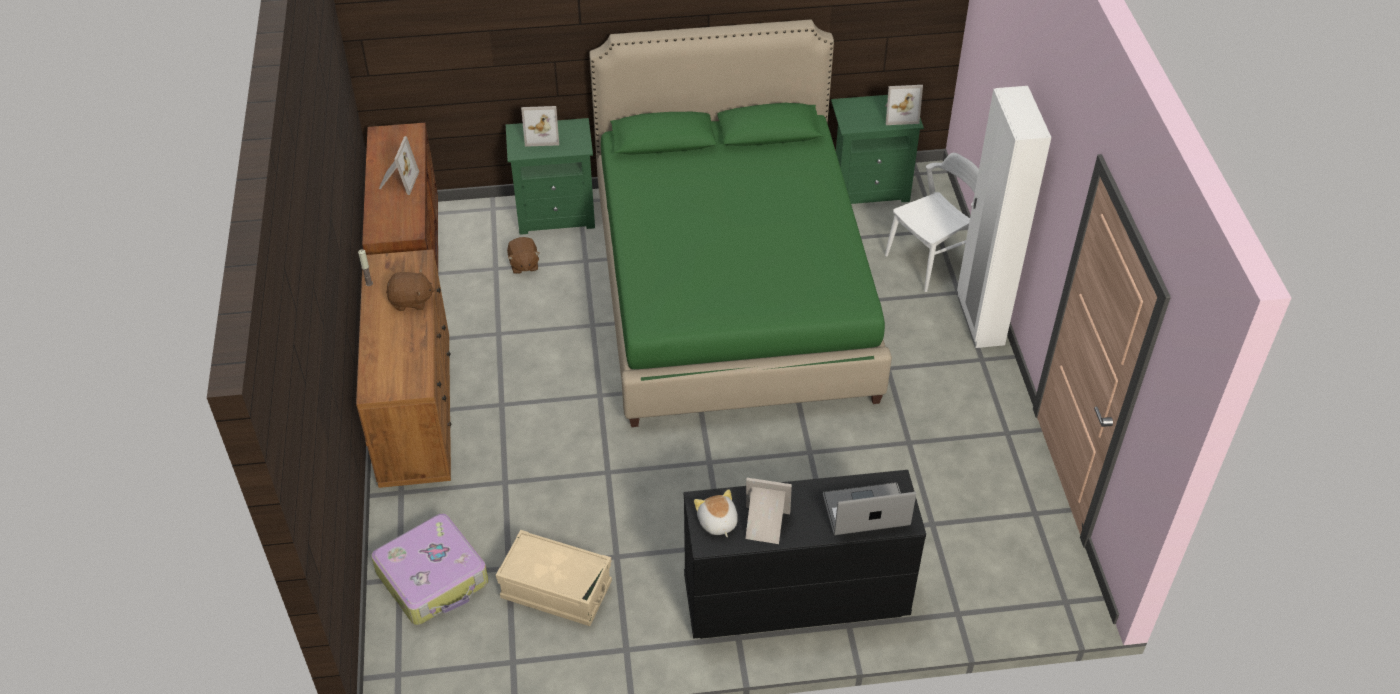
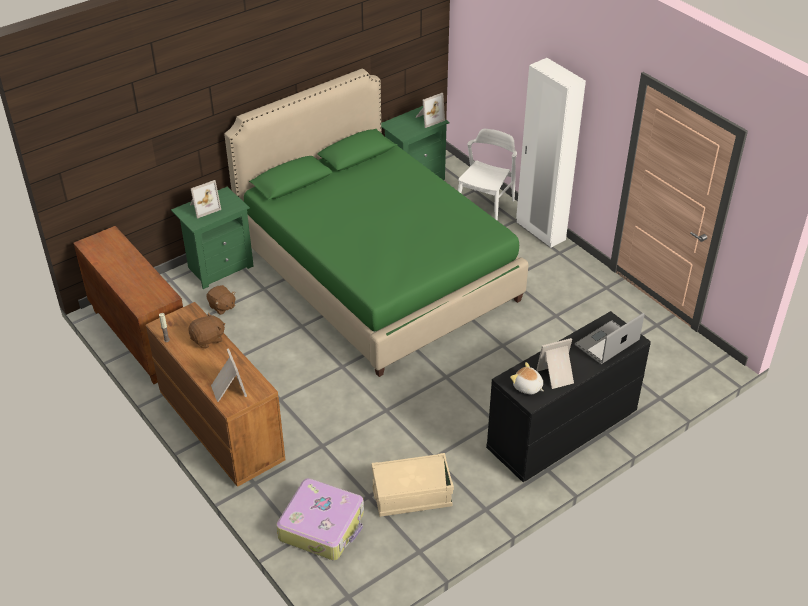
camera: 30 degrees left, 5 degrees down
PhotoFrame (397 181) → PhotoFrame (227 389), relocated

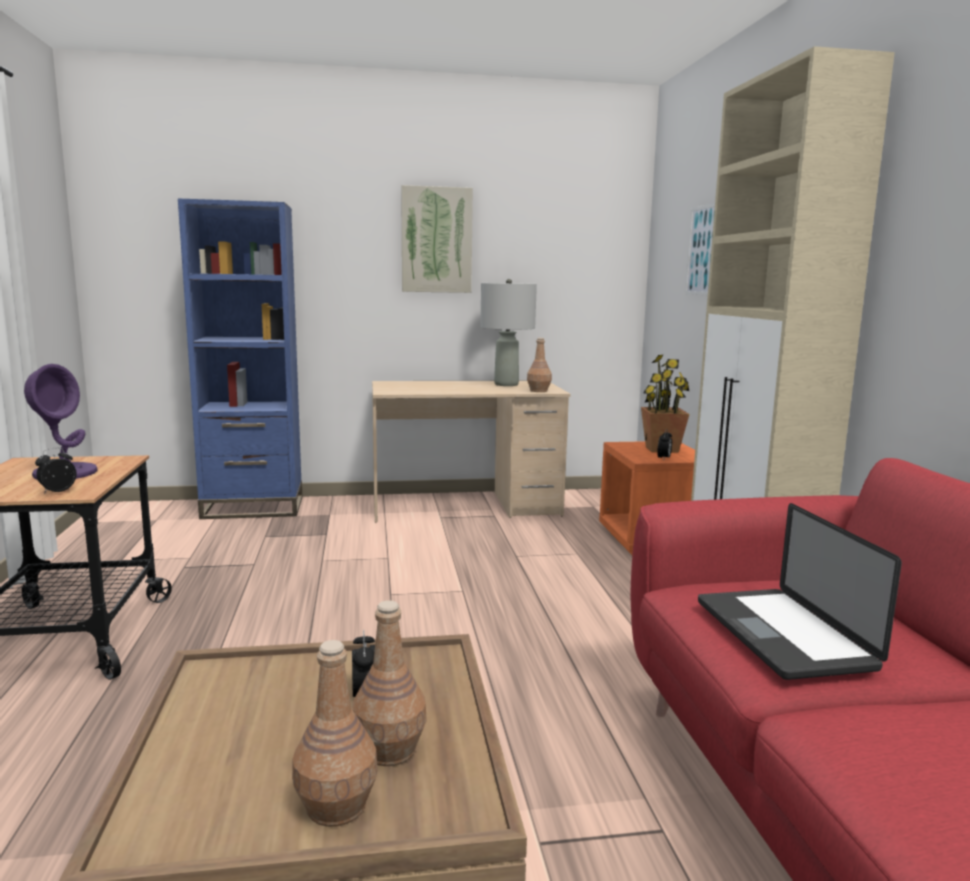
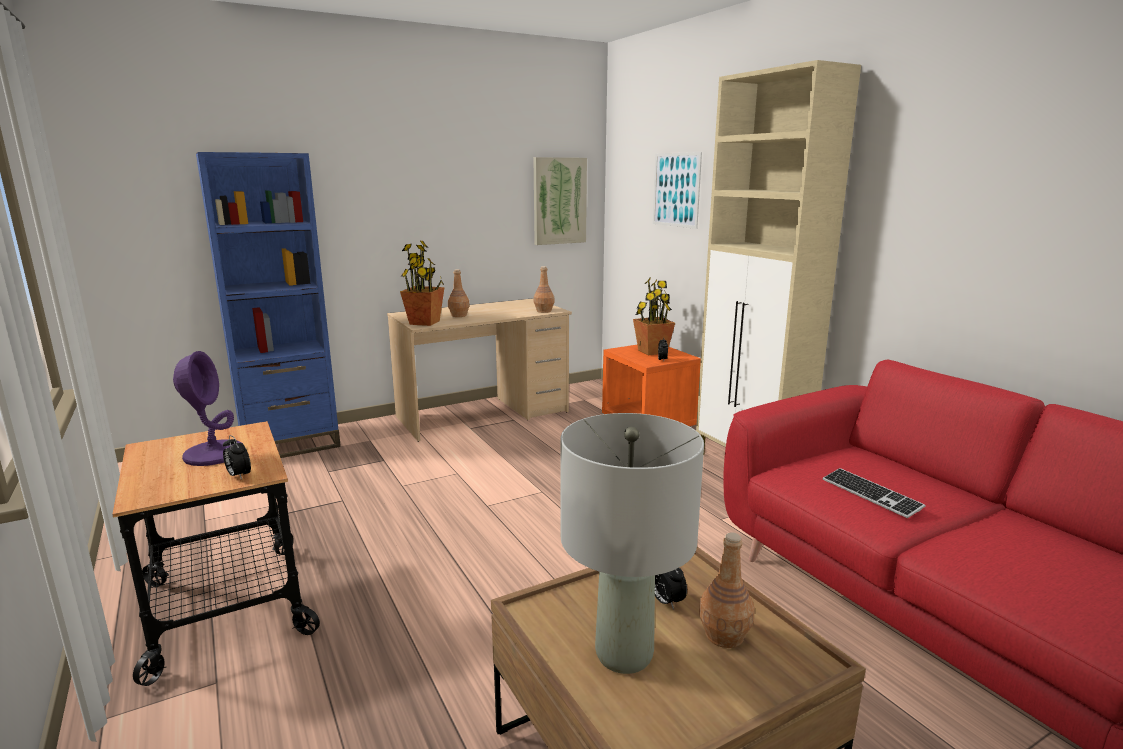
camera: 20 degrees left, 5 degrees up
TableClock (57 491) → TableClock (238 476), 60 degrees counterclockwise
BrownBottle (335 807) → BrownBottle (459 315), relocated
WallPicture (436 240) → WallPicture (559 201), relocated
GrayTabletopLamp (506 384) → GrayTabletopLamp (624 653), relocated
Laptop (782 634) → Keyboard (870 494)
- → Houseplant (425 322)

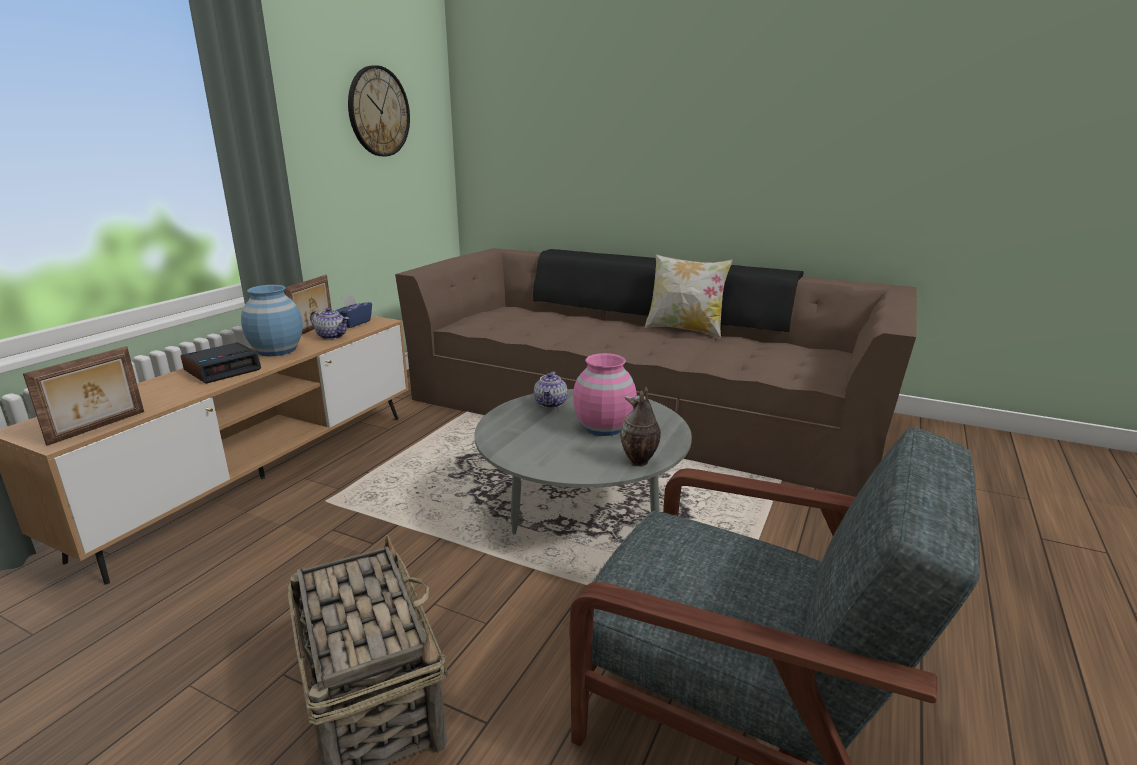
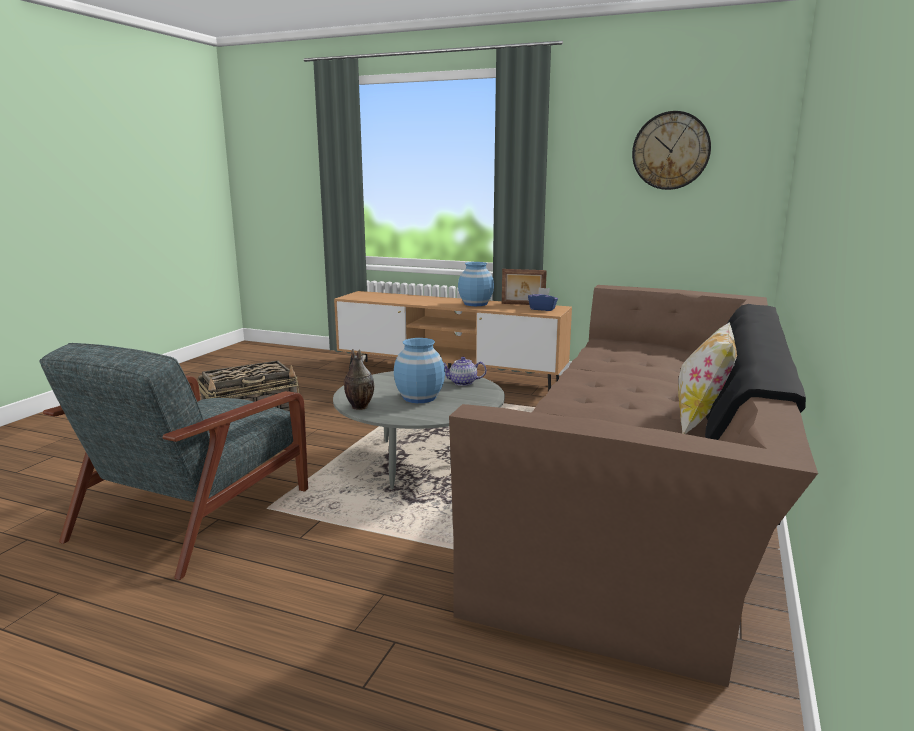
camera: 85 degrees right, 5 degrees down
PhotoFrame (98 428) → -
TableClock (223 370) → -
PotForTea (332 336) → -
PinkFlowerVase (603 427) → BluishFlowerVase (420 397)

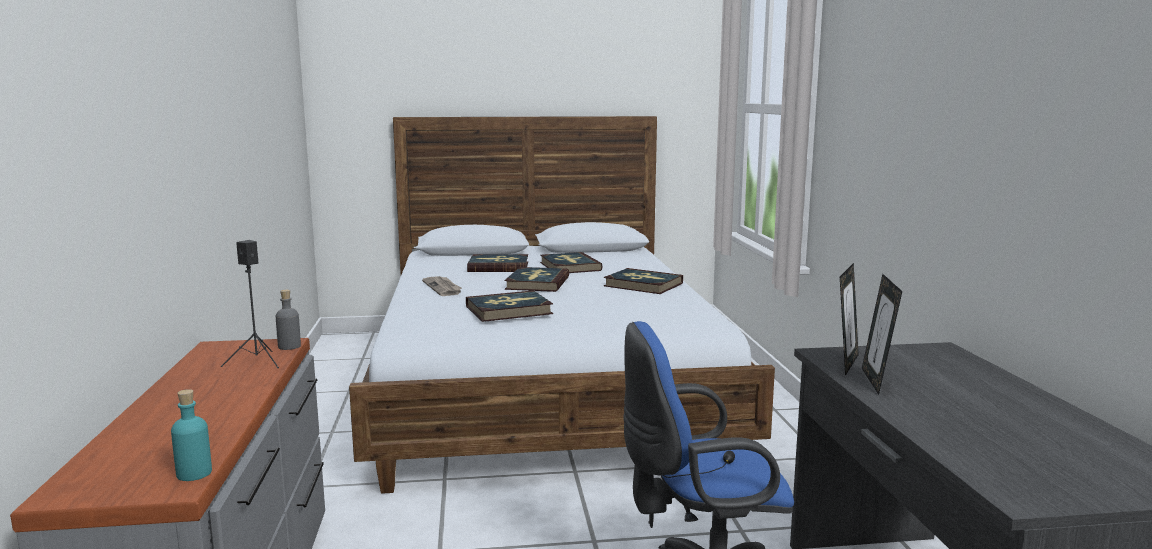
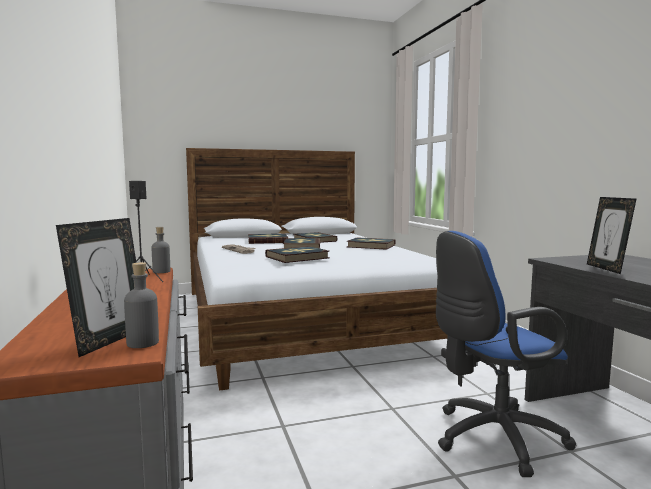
camera: 10 degrees left, 5 degrees down
BlueGreenBottle (194 473) → GrayBottle (143 343)
PhotoFrame (845 364) → PhotoFrame (109 340), relocated

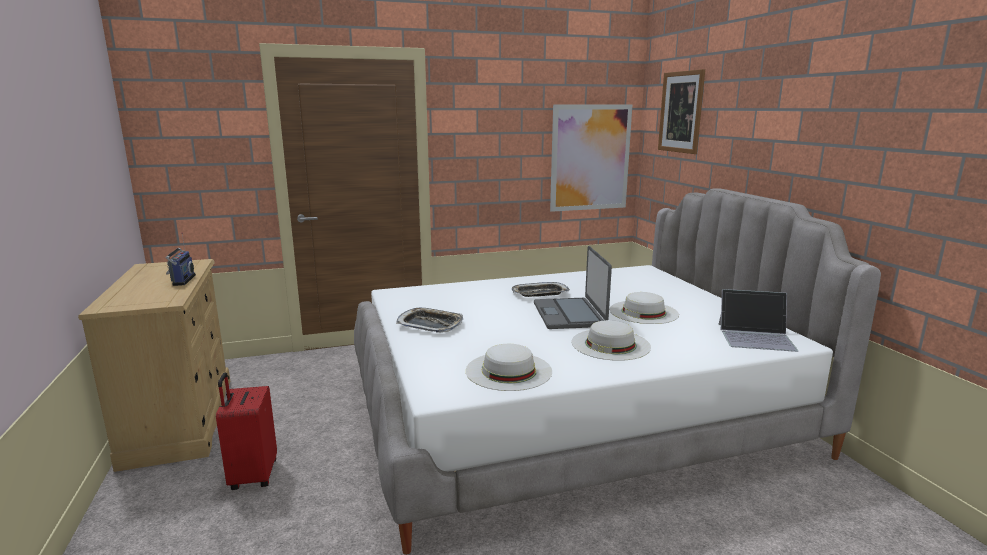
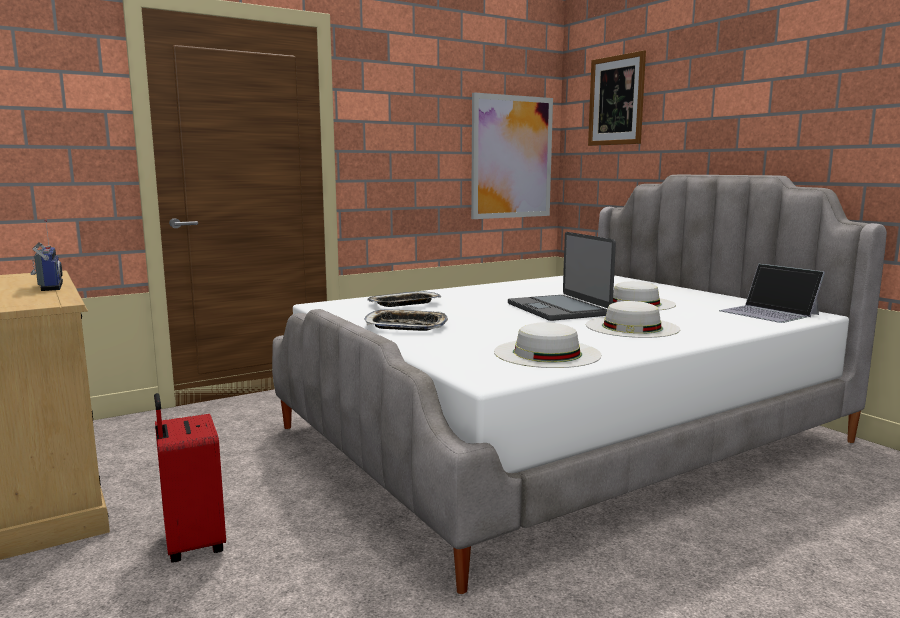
camera: 15 degrees left, 5 degrees down
ServingTray (539 294) → ServingTray (404 304), relocated
Laptop (756 337) → Laptop (769 313), 60 degrees clockwise

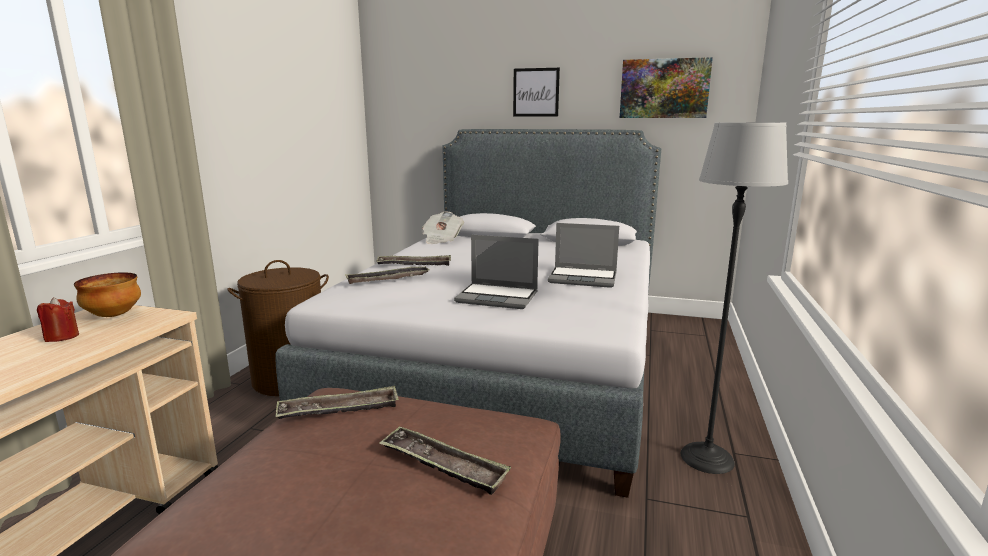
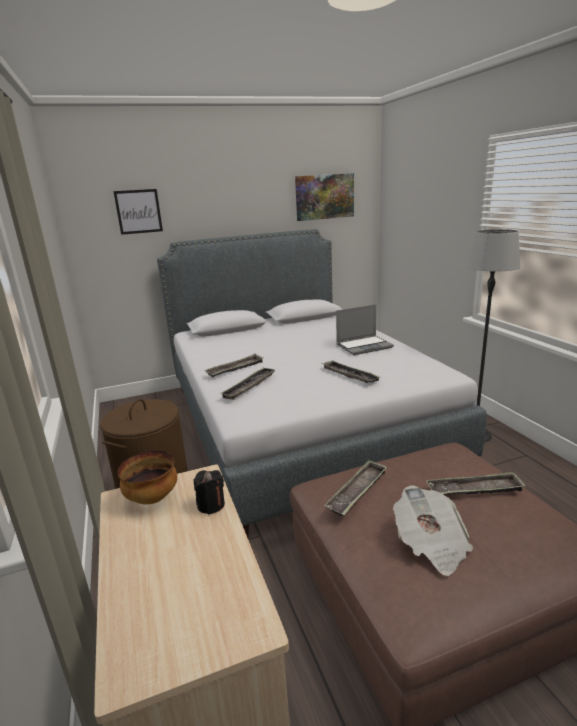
camera: 35 degrees left, 5 degrees up
RedColouredCandle (61 337) → -
DailyPaper (441 239) → DailyPaper (431 545), relocated
Laptop (498 297) → ServingTray (349 375)
WallPicture (536 92) → WallPicture (138 211), relocated
- → BlackishCandle (211 505)

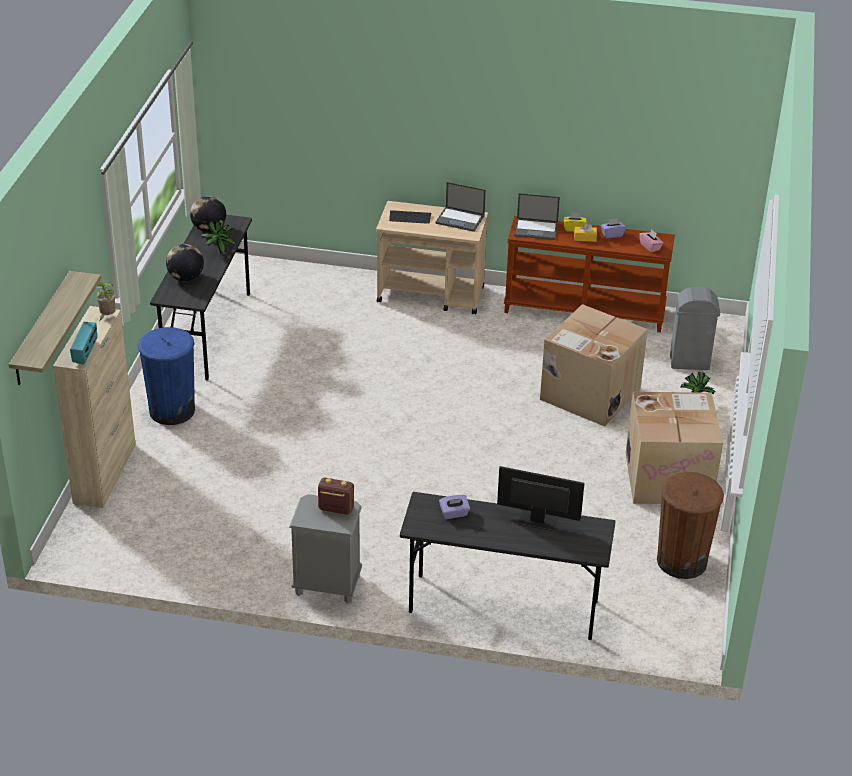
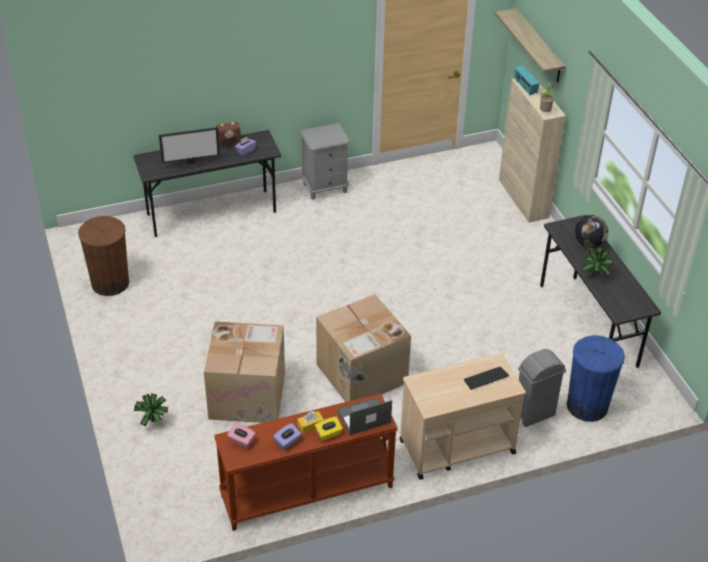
camera: 150 degrees right, 5 degrees up
BluishWasteBin (172 410) → BluishWasteBin (587 405), relocated
Globe (209 229) → -
RadioSet (335 509) → RadioSet (229 144), relocated
Laptop (460 219) → -
PackingBox (669 477) → PackingBox (361 374), relocated
GrayWasteBin (690 363) → GrayWasteBin (533 414), relocated

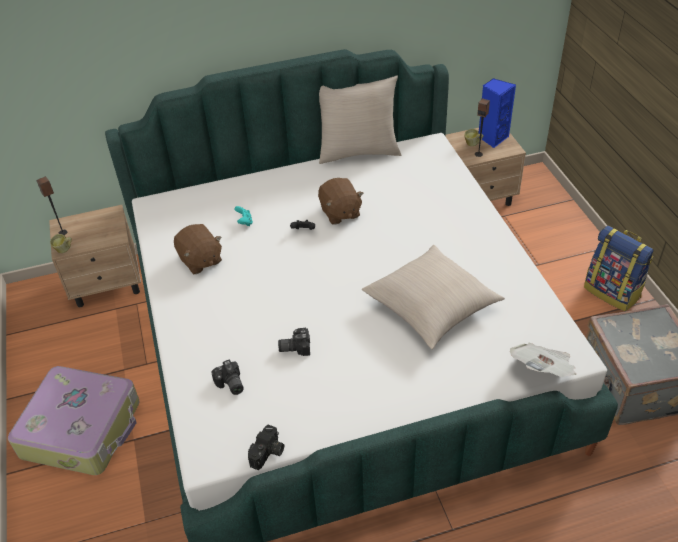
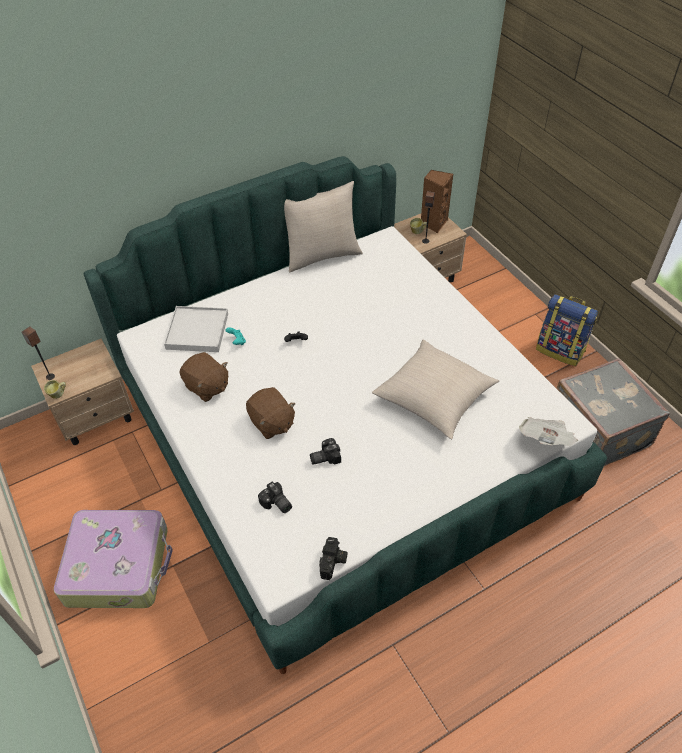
camera: 15 degrees left, 5 degrees up
BrownPlushToy (340 213) → BrownPlushToy (271 423), relocated
BluishAudioSpeaker (492 138) → BrownAudioSpeaker (433 223)
- → WhiteServingTray (197 331)

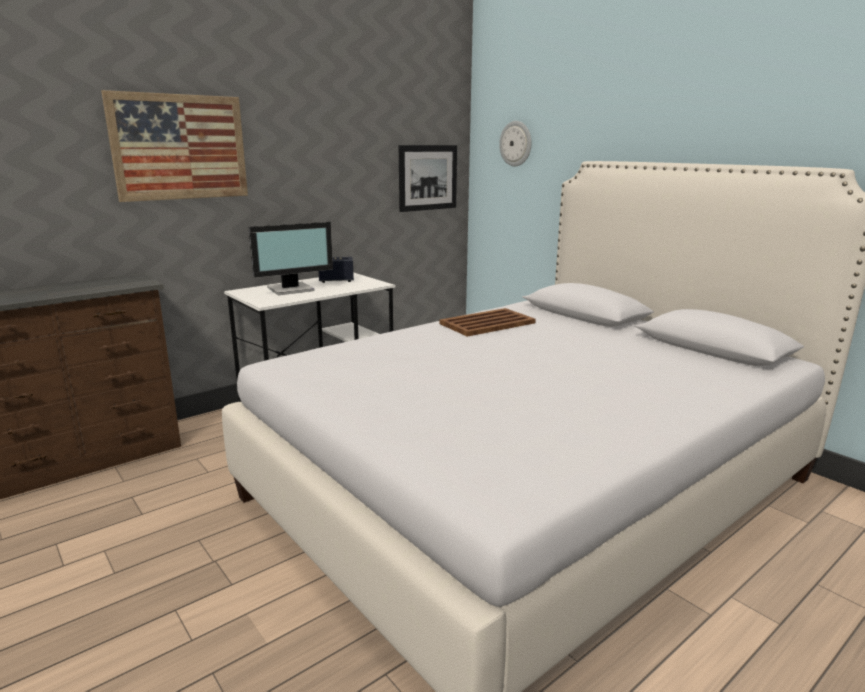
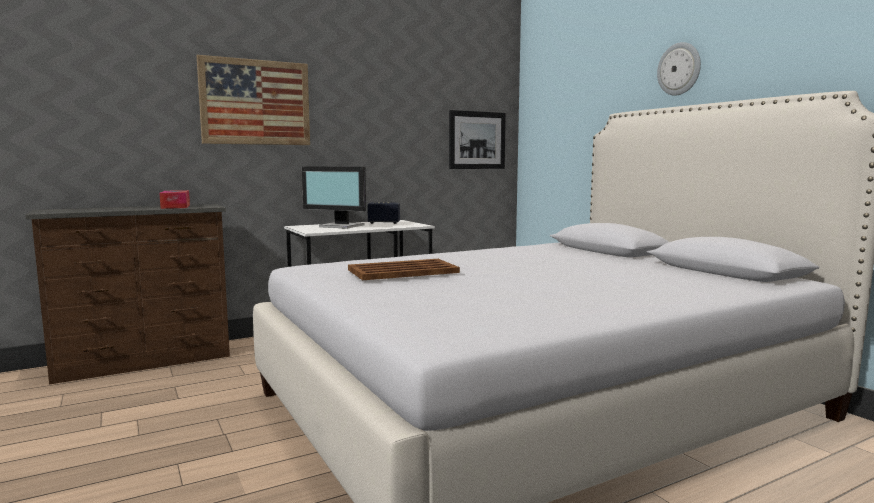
camera: 10 degrees right, 10 degrees down
ComputerScreen (292 289) → ComputerScreen (341 226), 45 degrees clockwise
BrownServingTray (486 323) → BrownServingTray (402 271), relocated
WallClock (516 143) → WallClock (679 69), relocated
- → BoxOfTissues (175 206)

